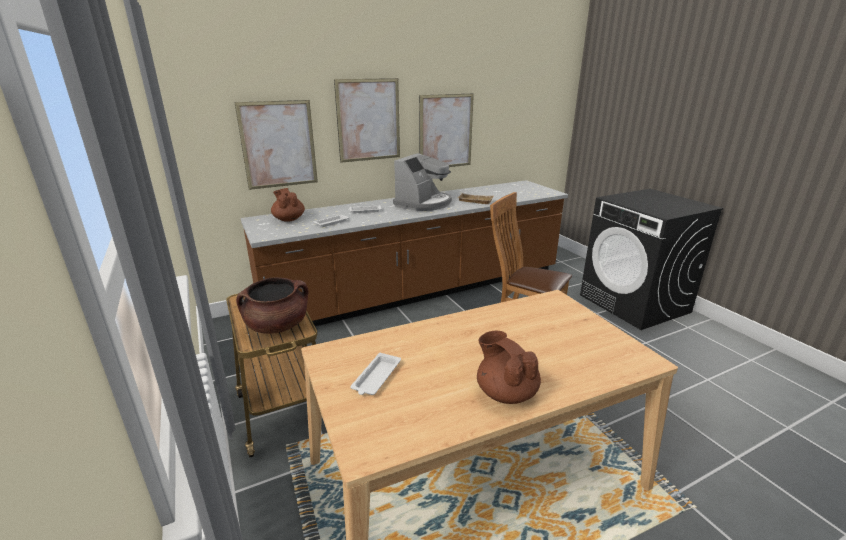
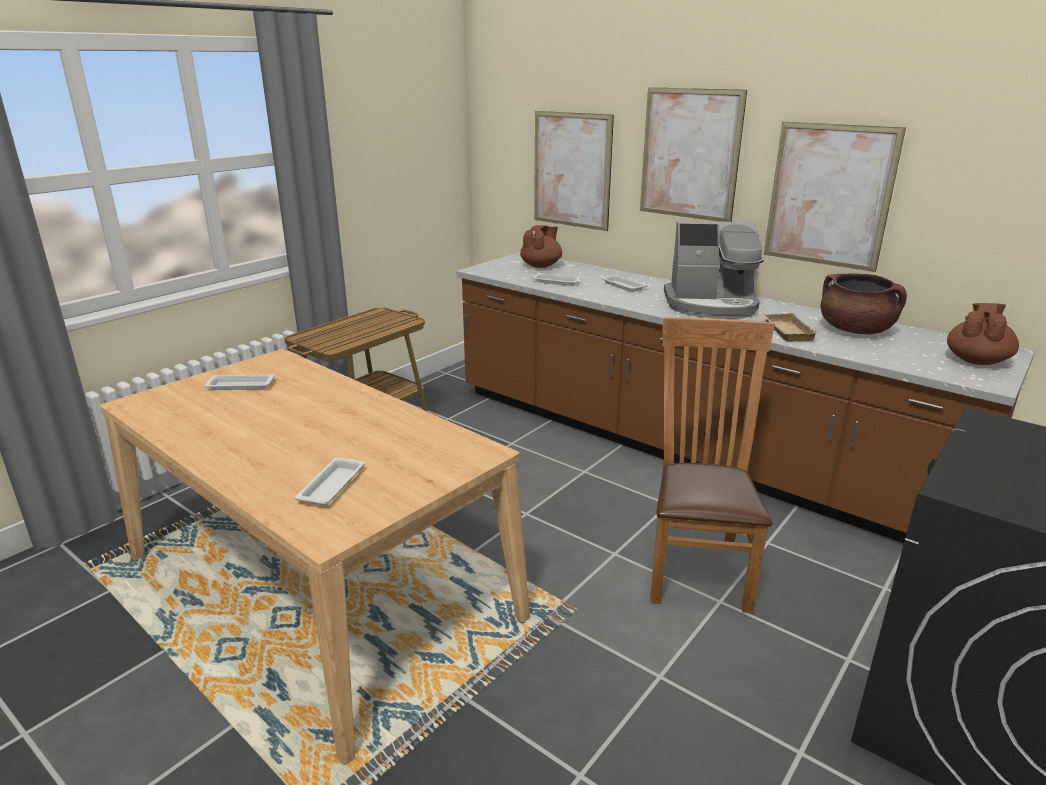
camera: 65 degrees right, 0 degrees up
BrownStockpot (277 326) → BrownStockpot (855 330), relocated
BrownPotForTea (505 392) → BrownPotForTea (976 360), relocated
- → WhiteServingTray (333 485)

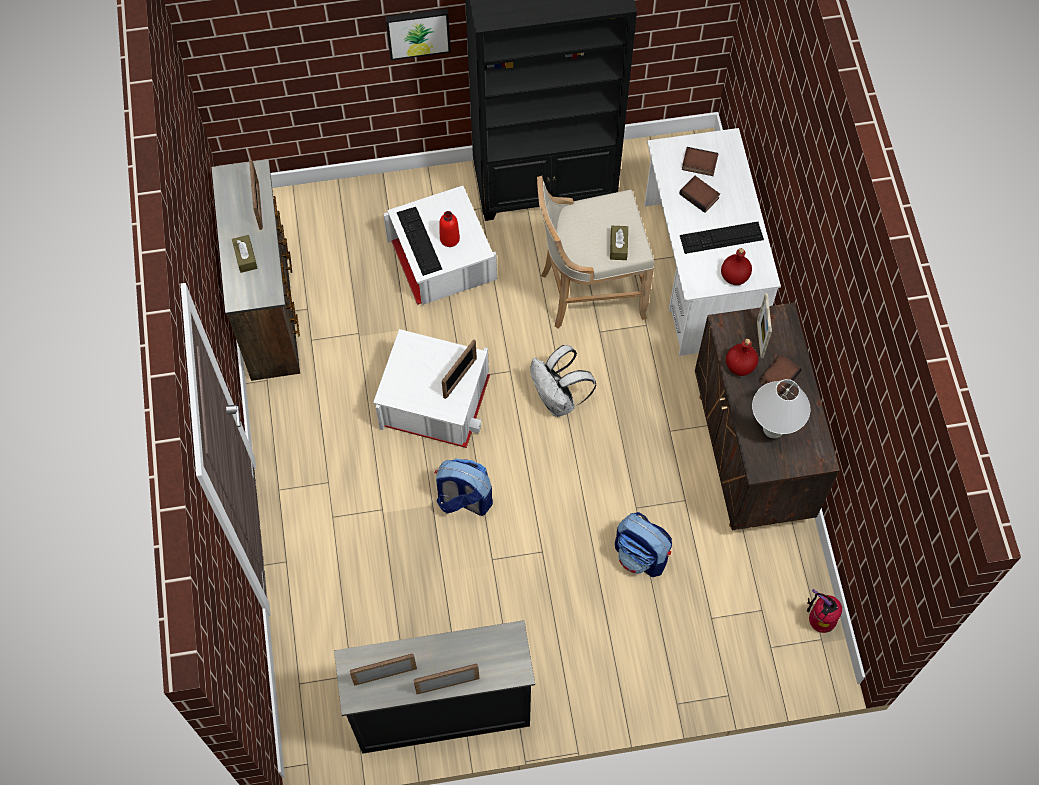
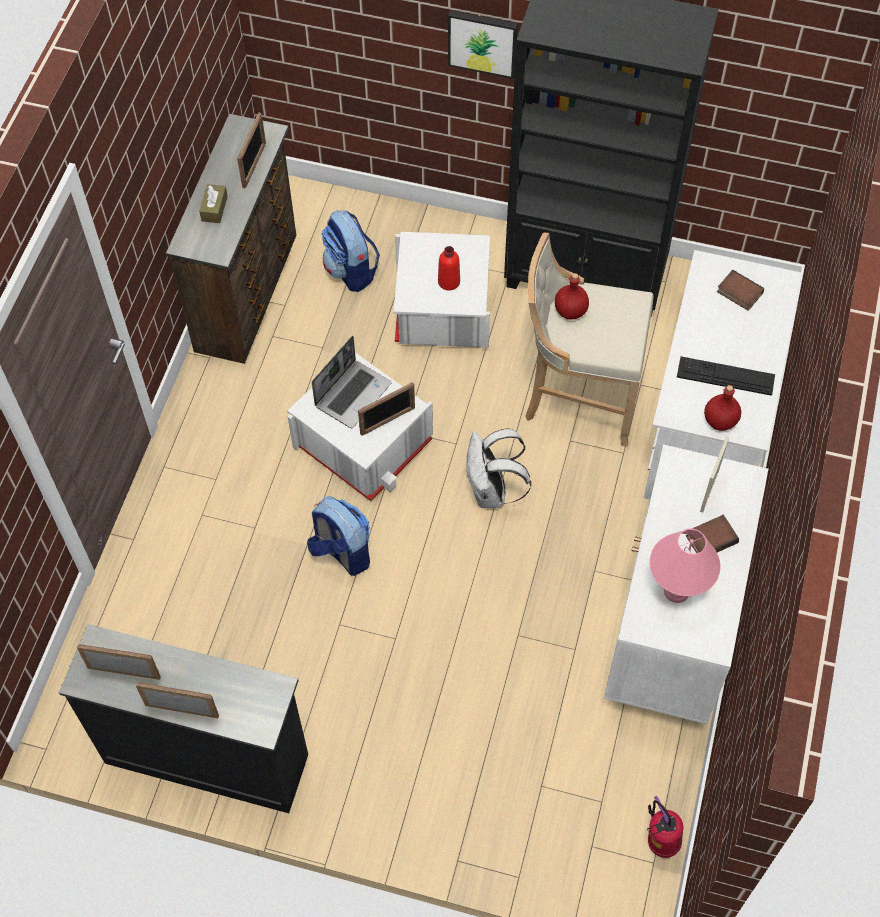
camera: 25 degrees right, 5 degrees down
Keyboard (419 241) → -
BrownBoxOfTissues (618 246) → -
Backpack (641 555) → Backpack (351 271), relocated
Book (700 196) → -
BrownCupboard (750 456) → WhiteCupboard (670 632)
RedColouredBottle (740 366) → RedColouredBottle (571 311), relocated
WhiteTabletopLamp (774 428) → PinkTabletopLamp (677 591)
- → Laptop (353 394)

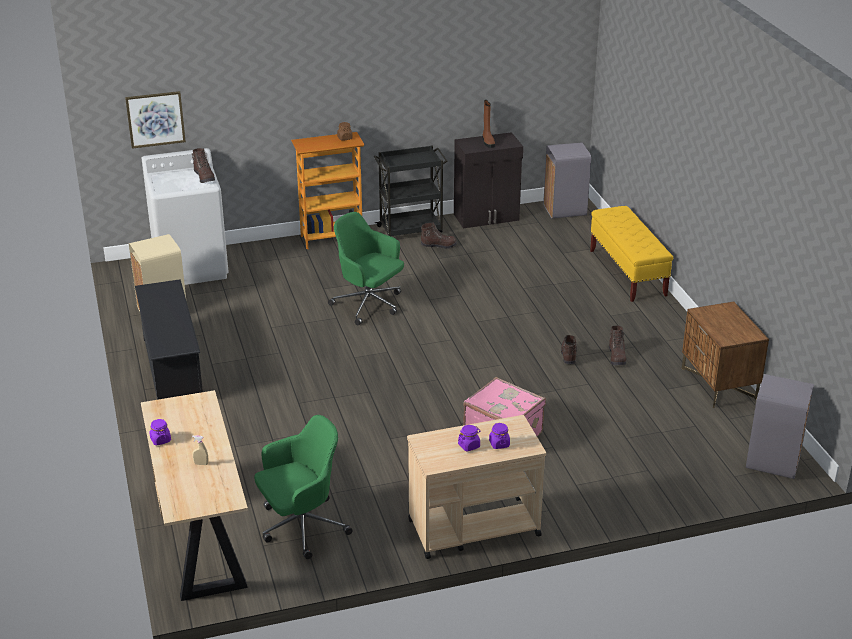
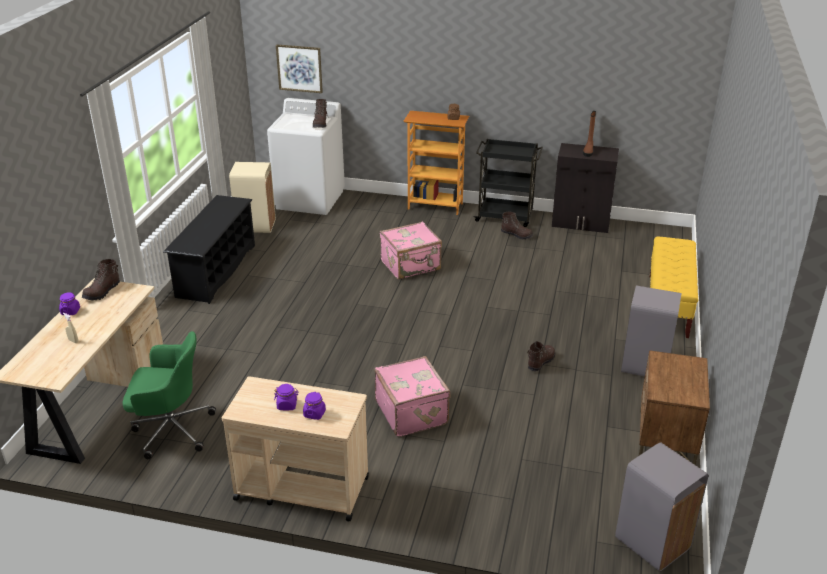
camera: 30 degrees right, 0 degrees up
GreenOfficeChair (369 305) → PinkPieceOfLuggage (411 266)
GrayWasteBin (564 210) → GrayWasteBin (644 365), relocated
BrownTallBoot (617 357) → BrownTallBoot (102 292), relocated

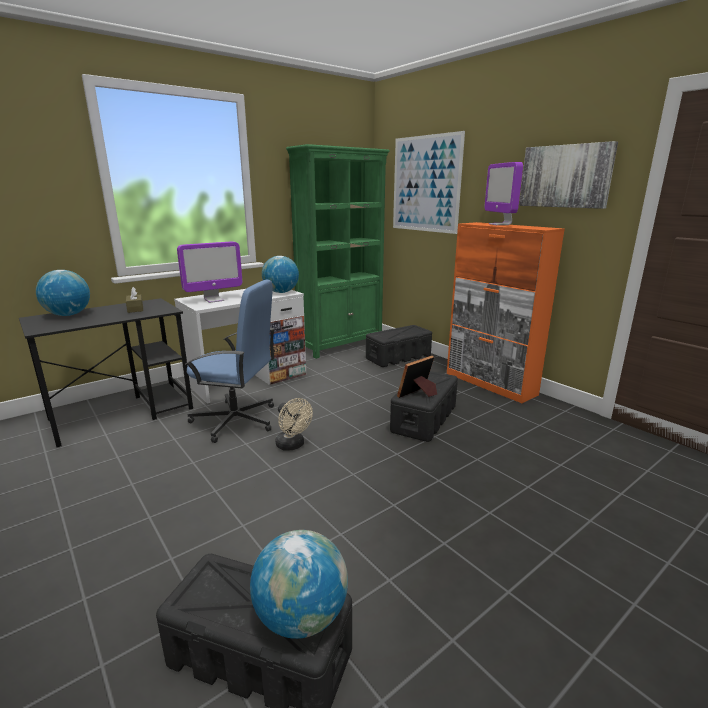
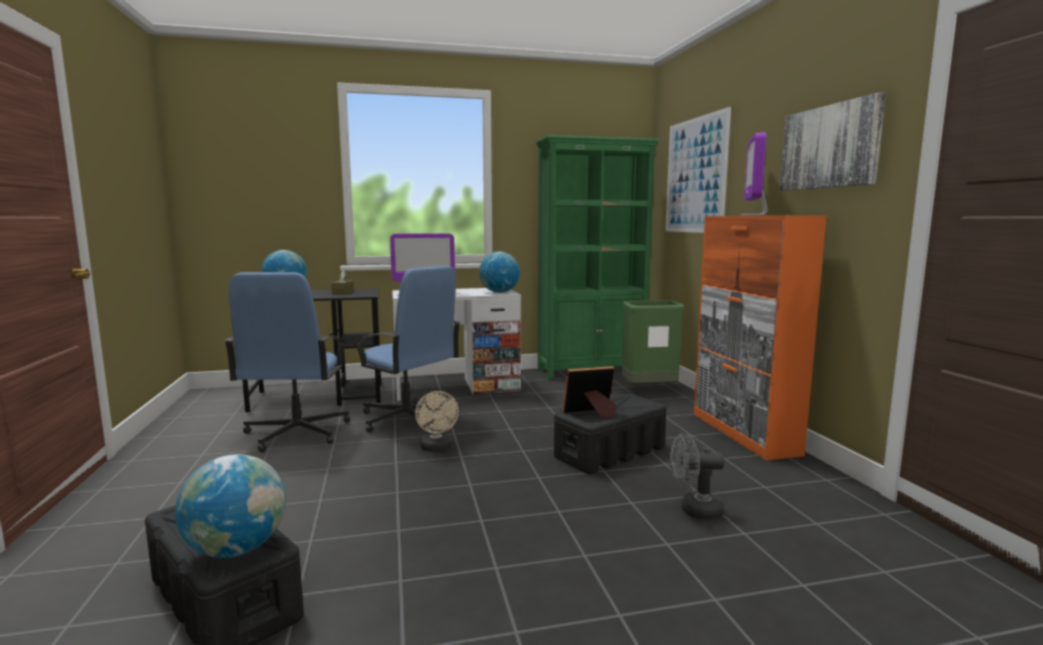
camera: 25 degrees right, 10 degrees down
BlackishStorageContainer (398 357) → GreenWasteBin (649 390)
- → BluishOfficeChair (296 433)
- → GrayElectricFan (694 510)

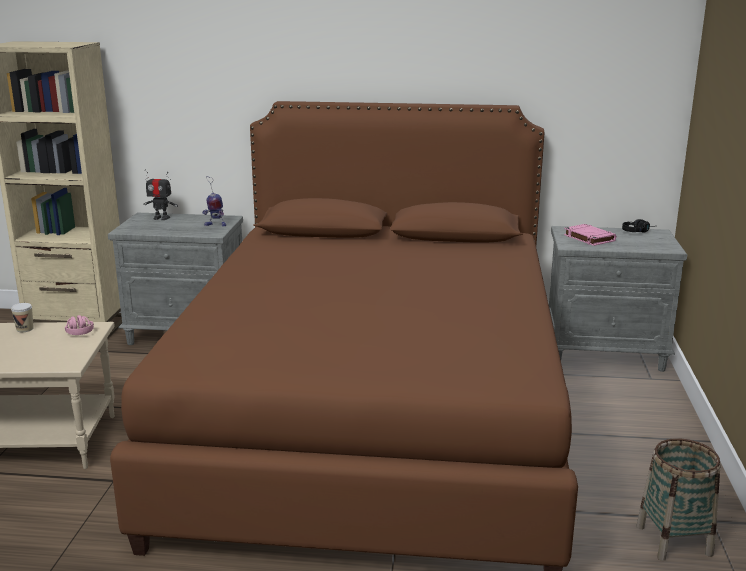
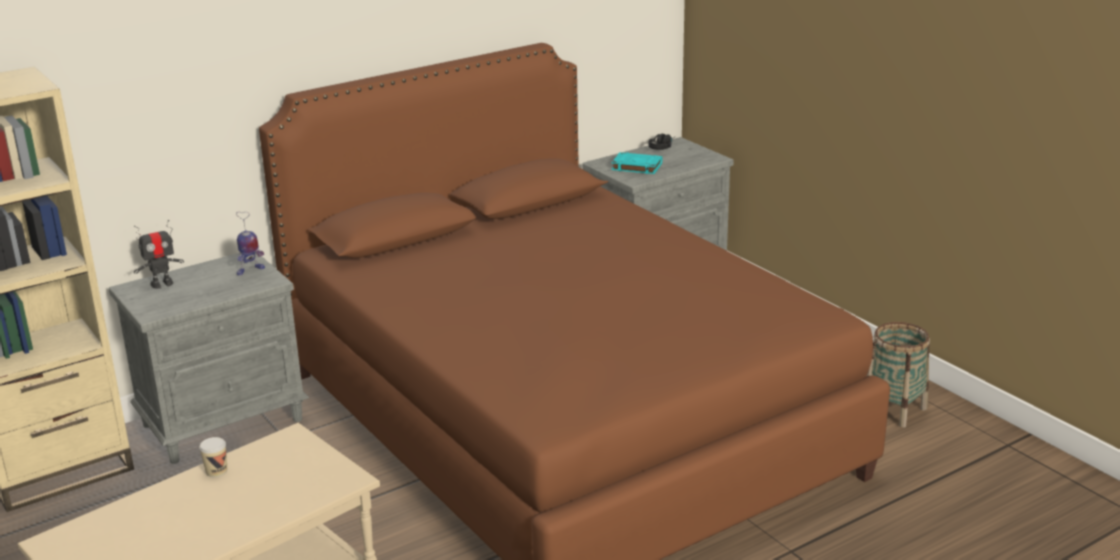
camera: 40 degrees left, 5 degrees up
PinkHeadset (78 330) → -
PinkBook (588 238) → BlueGreenBook (636 167)

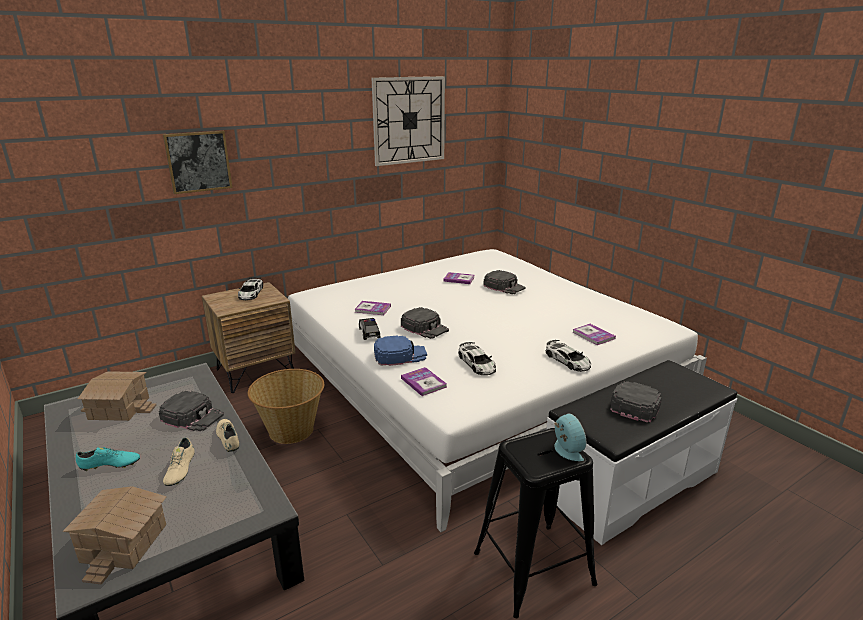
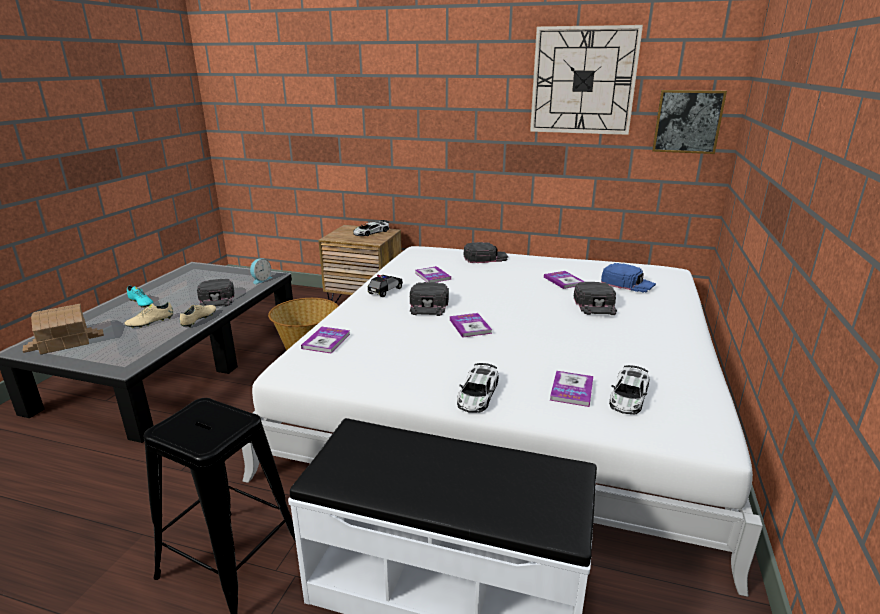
camera: 50 degrees right, 0 degrees up
ModelHouse (120 408) → -
WallPicture (198 161) → WallPicture (687 121), relocated
BluishCap (400 355) → BluishCap (627 283), relocated
ToyCar (477 363) → ToyCar (628 396), relocated
TableClock (566 450) → TableClock (261 280), relocated
BlackishCap (636 403) → BlackishCap (485 257), relocated
- → Book (470 326)

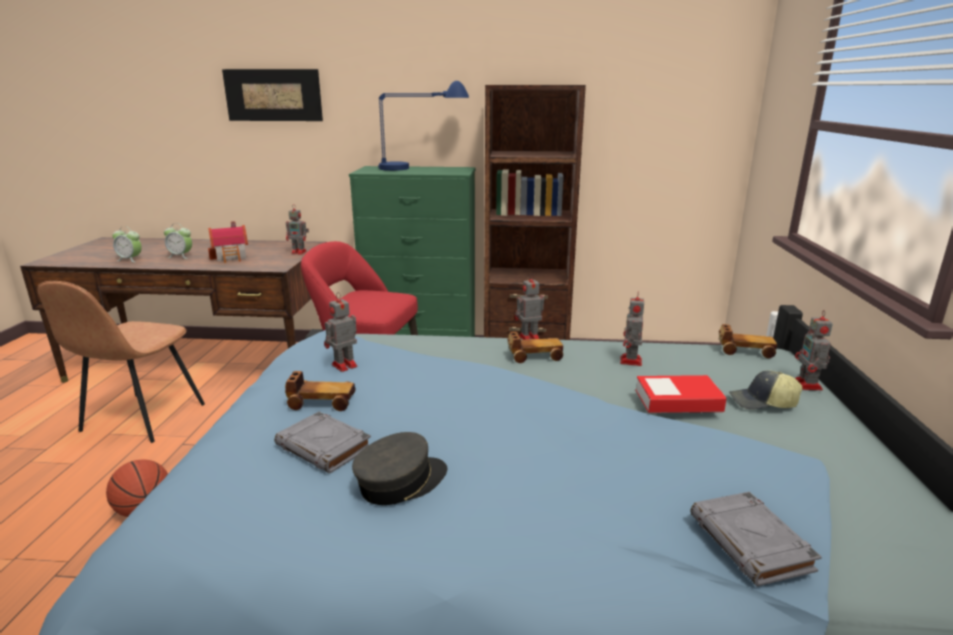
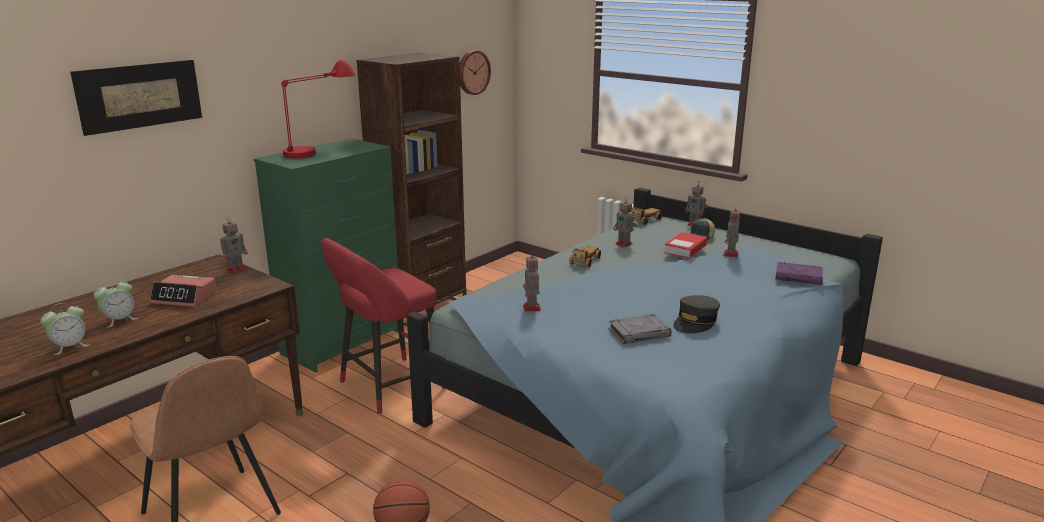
camera: 55 degrees left, 0 degrees up
ModelHouse (232 257) → TableClock (184 298)
ToyCar (321 402) → -
GrayCap (401 482) → GrayCap (695 322), 135 degrees counterclockwise
BluishTabletopLamp (421 168) → RedColouredTabletopLamp (321 149)
ToyRobot (528 338) → ToyRobot (730 255), relocated
GrayBook (751 544) → PurpleBook (799 277)
- → WallClock (472 72)

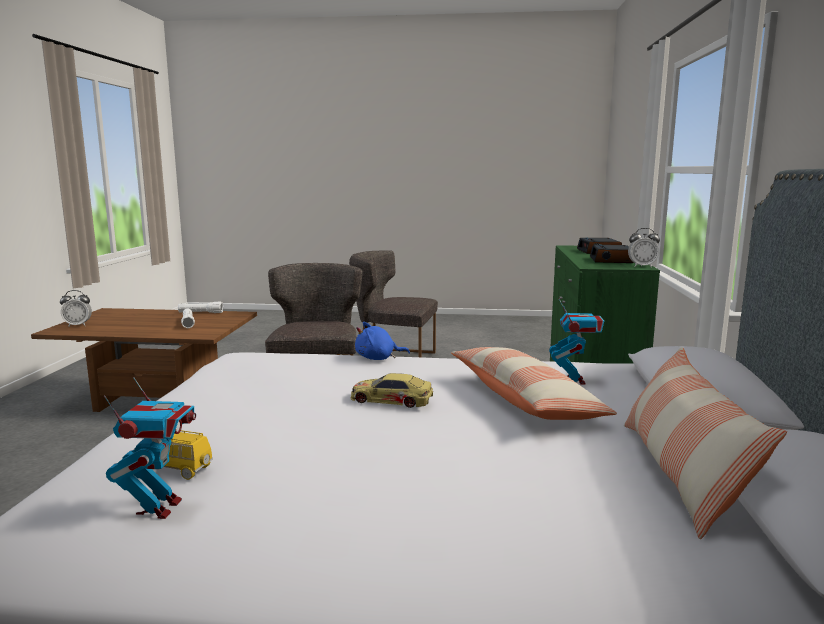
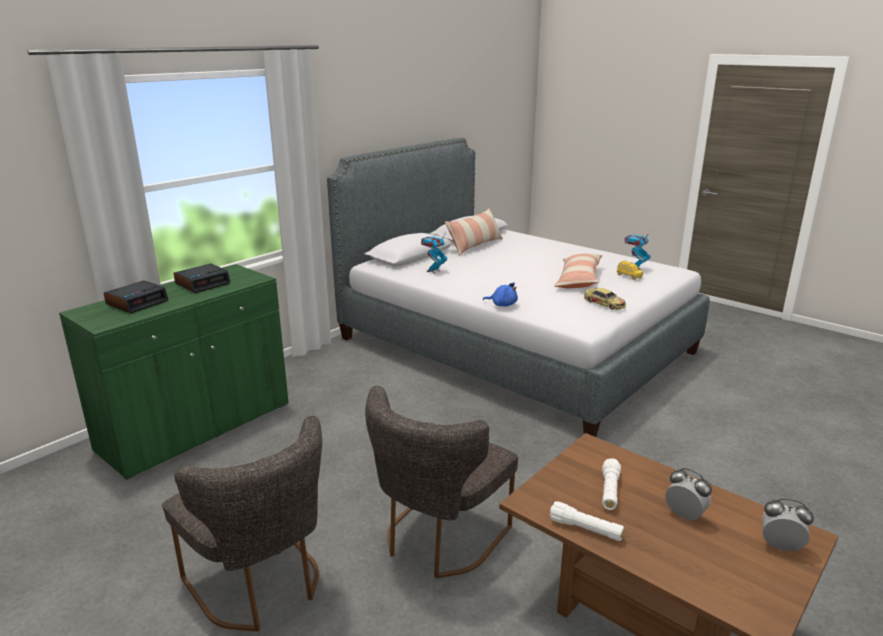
camera: 145 degrees left, 10 degrees up
ToyCar (391 399) → ToyCar (604 303), relocated
Cushion (524 400) → Cushion (578 280), relocated
TableClock (642 266) → TableClock (684 515), relocated

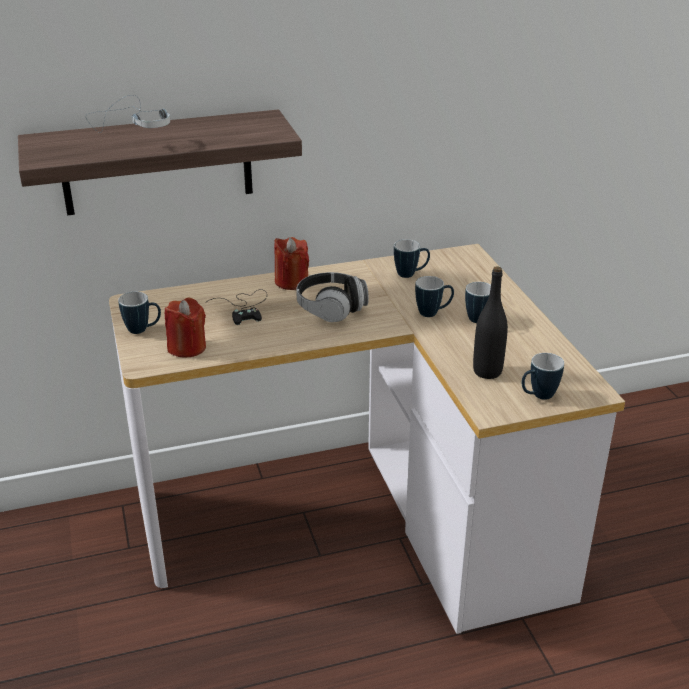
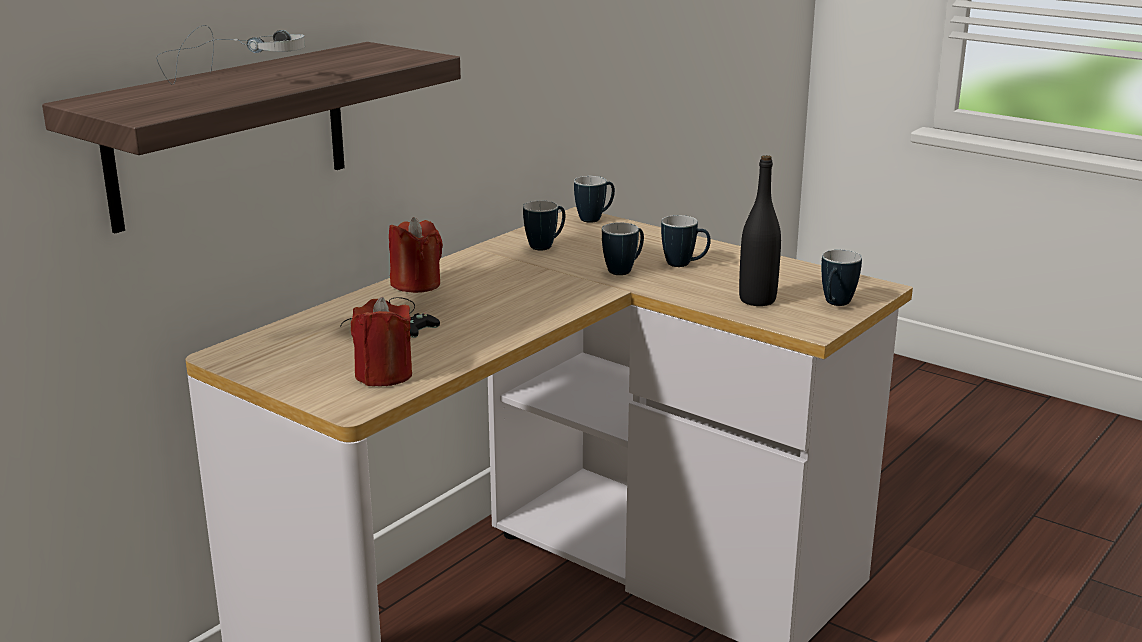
camera: 35 degrees left, 10 degrees down
Mug (143 330) → Mug (595 219), relocated
Headset (331 309) → -

